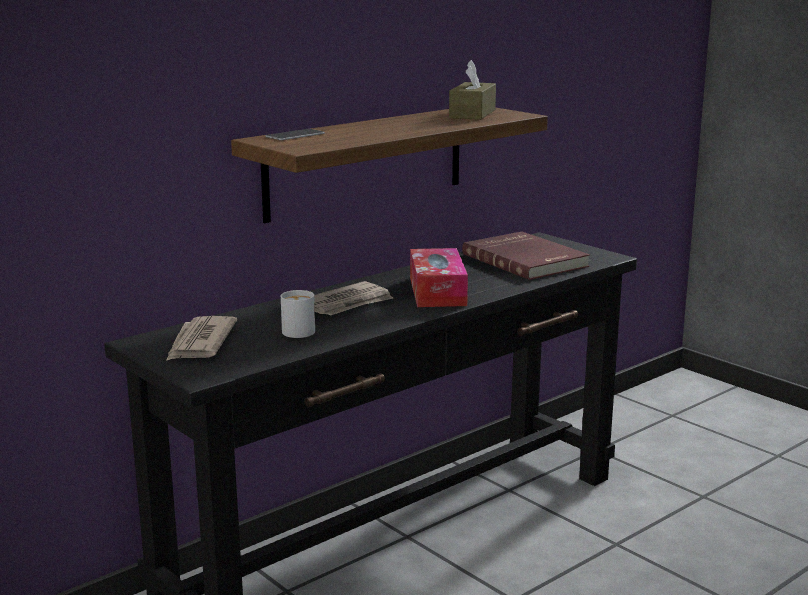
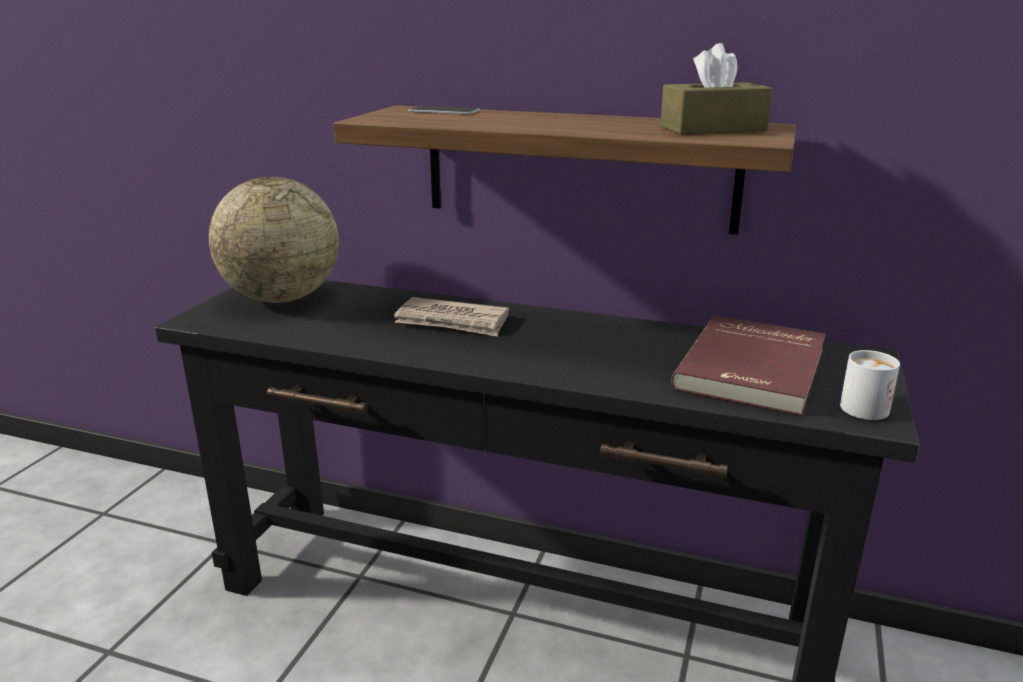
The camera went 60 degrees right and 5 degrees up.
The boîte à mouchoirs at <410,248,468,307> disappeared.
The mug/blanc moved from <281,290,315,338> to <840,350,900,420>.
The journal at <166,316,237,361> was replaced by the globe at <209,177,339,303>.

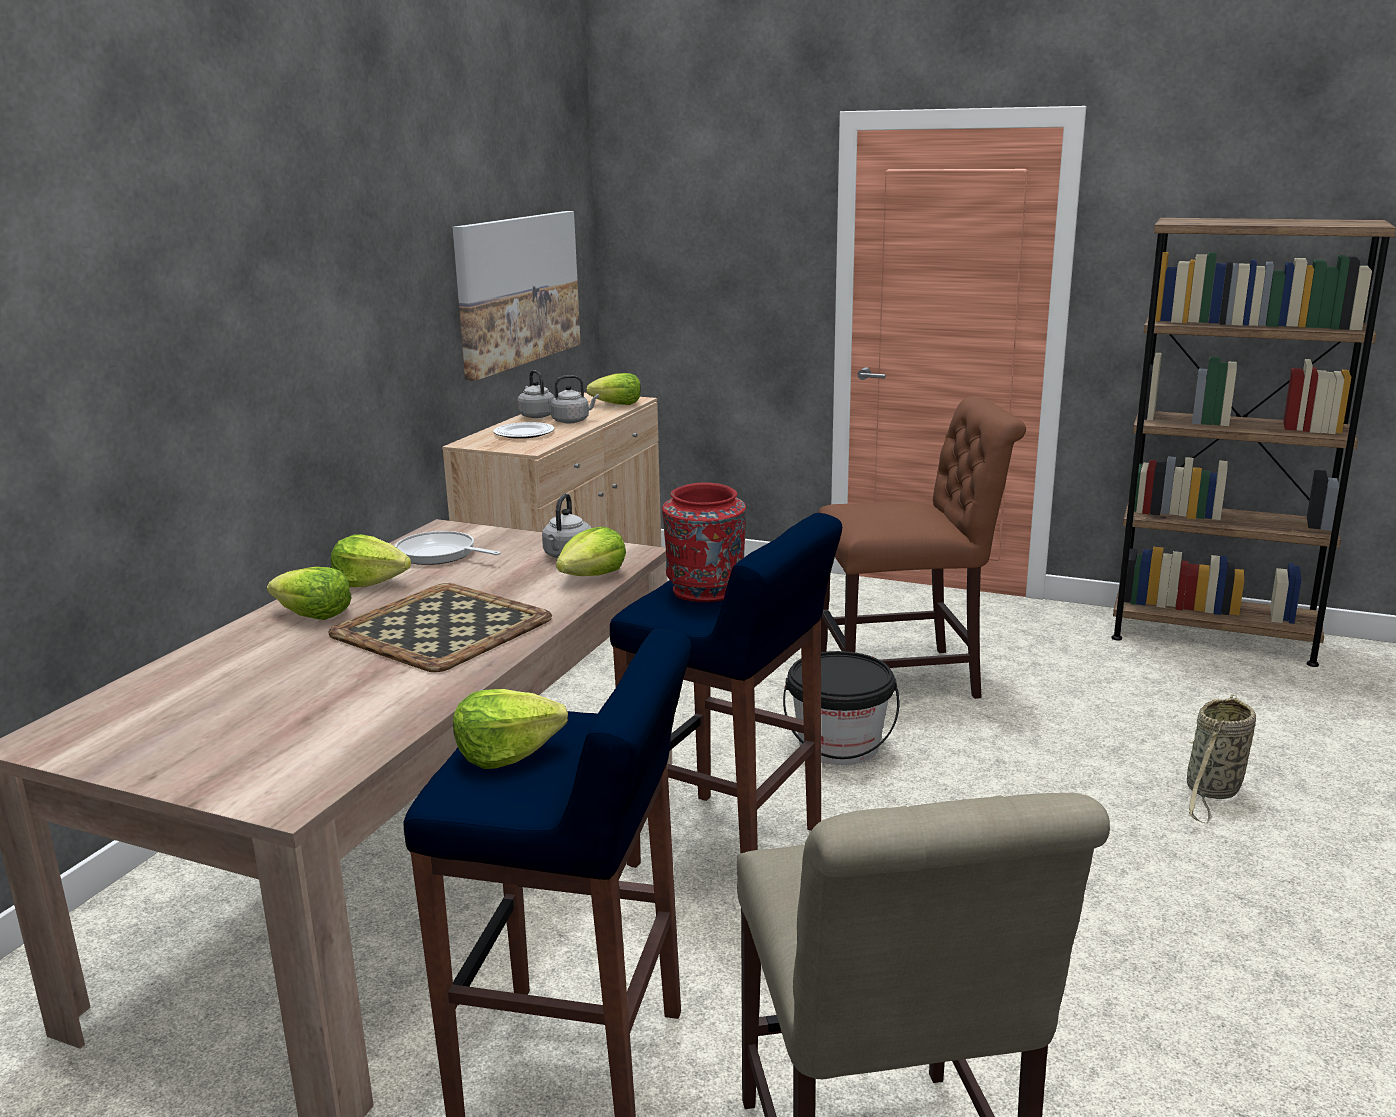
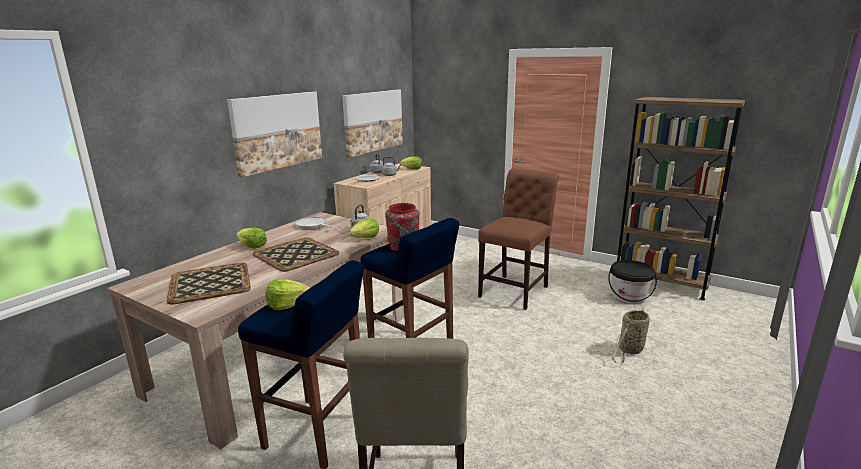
The camera went 10 degrees right and 0 degrees up.
The chaise/marron at <819,396,1026,699> turned 60 degrees counterclockwise.
The laitue at <331,534,411,587> disappeared.
The seau/noir moved from <783,651,899,765> to <609,260,657,304>.
The tableau at <227,92,322,177> appeared.
The plateau at <167,263,251,305> appeared.

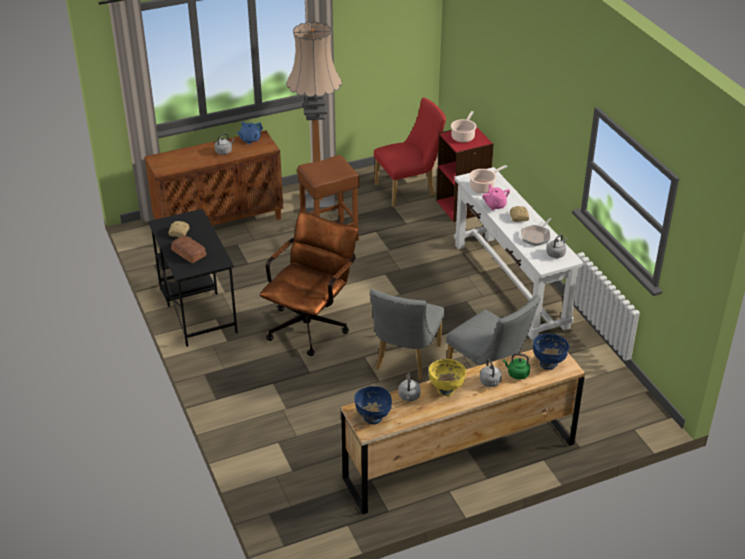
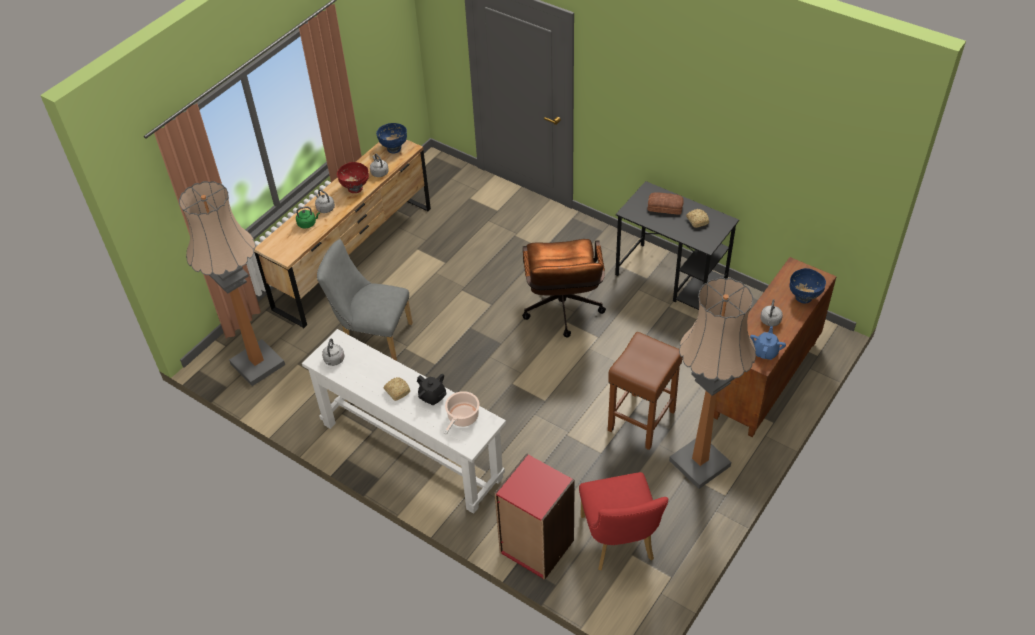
The camera went 150 degrees right and 10 degrees up.
The chaise/rouge at <374,97,446,207> turned 45 degrees counterclockwise.
The marmite at <451,111,476,143> disappeared.
The théière/rose at <482,184,510,210> became the théière/noir at <417,374,447,405>.
The poêle at <521,218,551,246> disappeared.
The chaise/gris at <370,289,445,380> disappeared.
The bol/bleu moved from <533,333,569,370> to <789,268,826,303>.
The bol/jaune at <429,359,466,396> became the bol/rouge at <337,162,369,193>.
The lampadaire at <179,181,285,386> appeared.

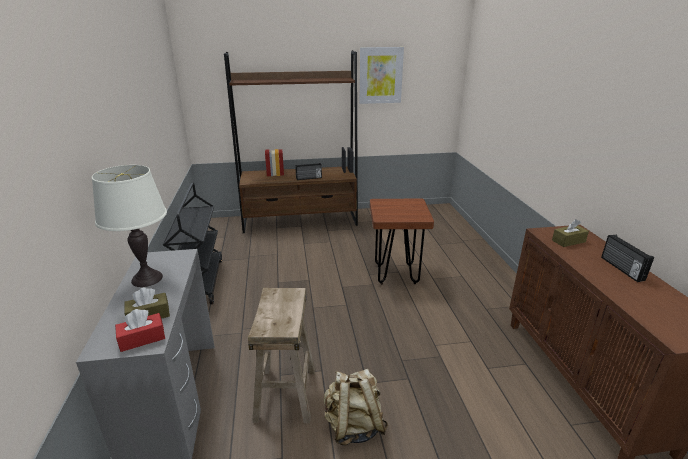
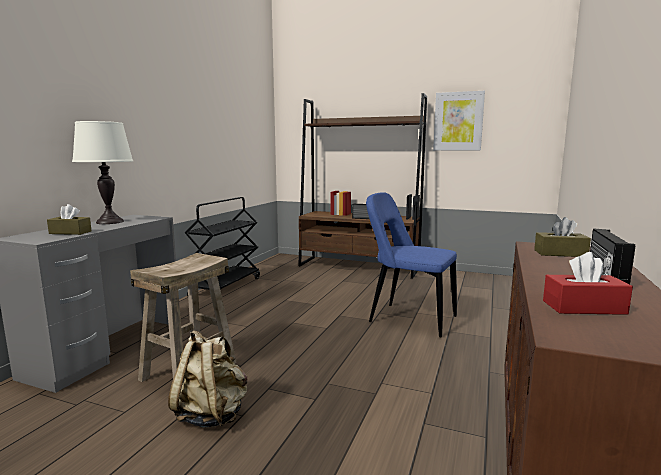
The camera went 30 degrees right and 15 degrees down.
The tabouret/marron at <370,199,434,285> was replaced by the chaise/bleu at <366,192,457,337>.
The boîte à mouchoirs/rouge moved from <115,309,165,352> to <543,252,633,315>.

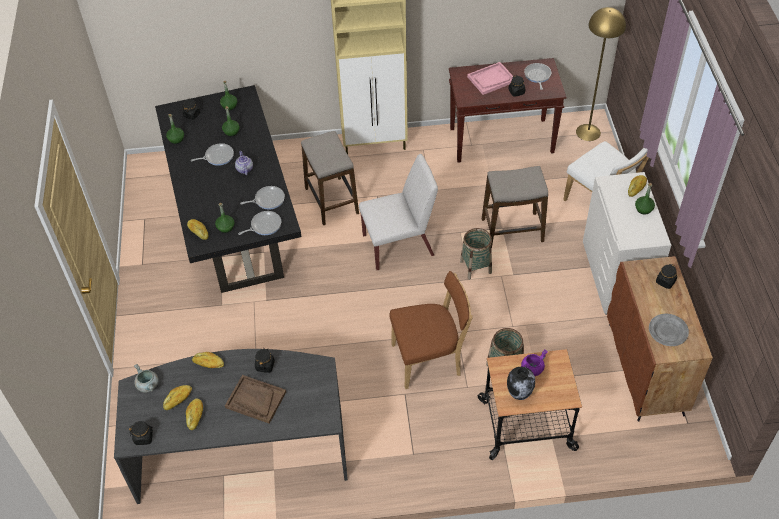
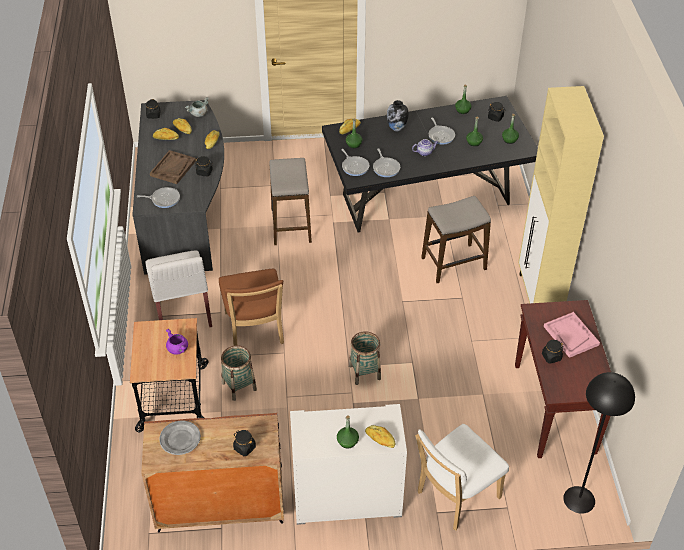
The camera went 90 degrees right and 5 degrees down.
The lampadaire/jaune at <576,7,626,141> became the lampadaire/noir at <563,372,635,514>.
The poêle moved from <524,63,551,90> to <137,187,180,208>.
The chaise/blanc moved from <359,154,438,270> to <145,250,212,327>.
The tabouret moved from <482,166,548,248> to <269,158,312,245>.
The vase moved from <507,367,535,400> to <387,100,408,132>.

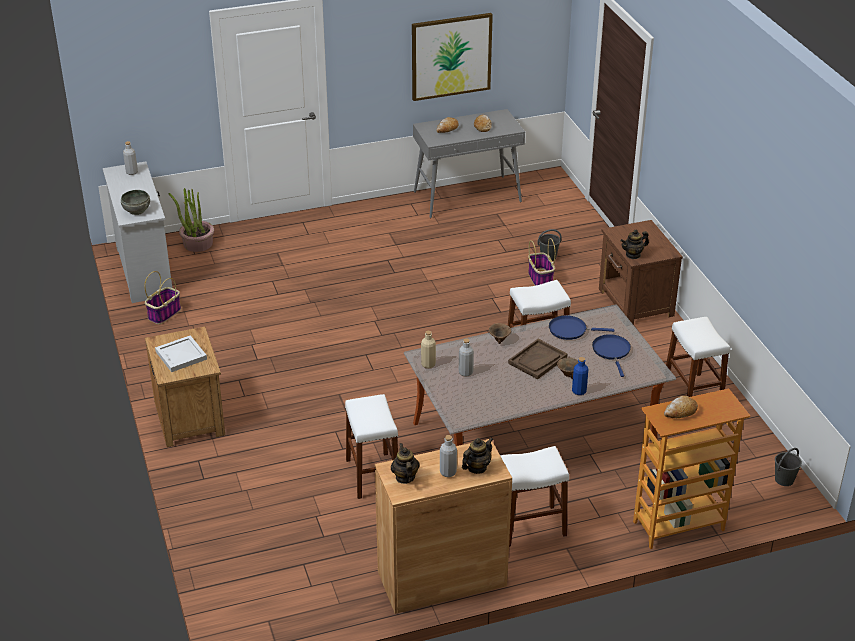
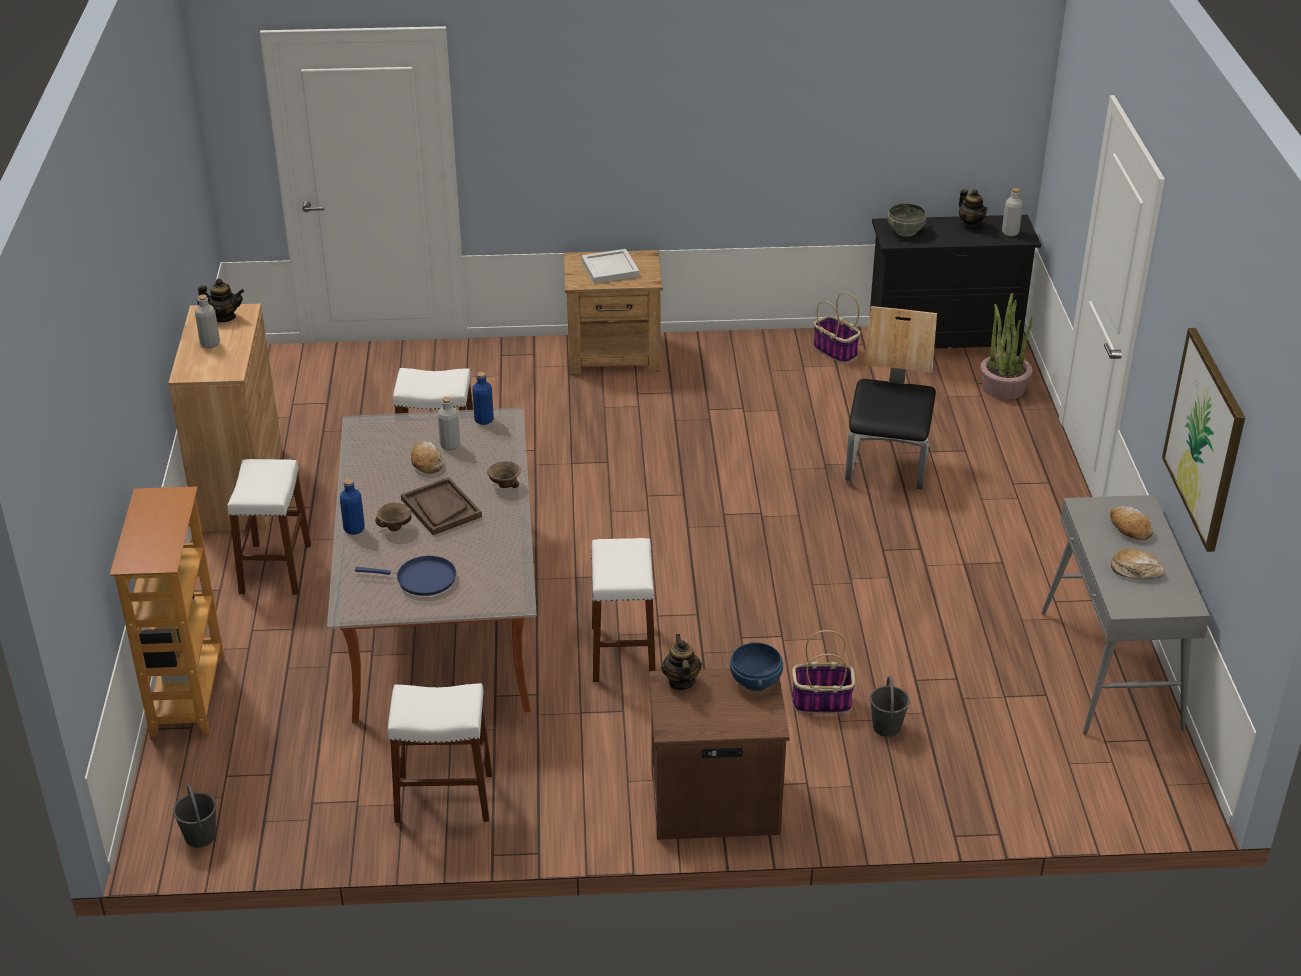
The camera went 105 degrees right and 0 degrees up.
The commode/blanc at <103,161,172,303> became the commode/noir at <869,215,1041,356>.
The poêle/bleu at <549,315,614,340> disappeared.
The bouteille/beige at <421,331,436,368> became the bouteille/bleu at <472,372,494,425>.
The pain moved from <664,396,698,418> to <411,441,444,474>.
The théière moved from <462,438,493,474> to <959,189,987,229>.
The chaise at <845,306,937,490> appeared.
The bol/bleu at <730,642,783,691> appeared.

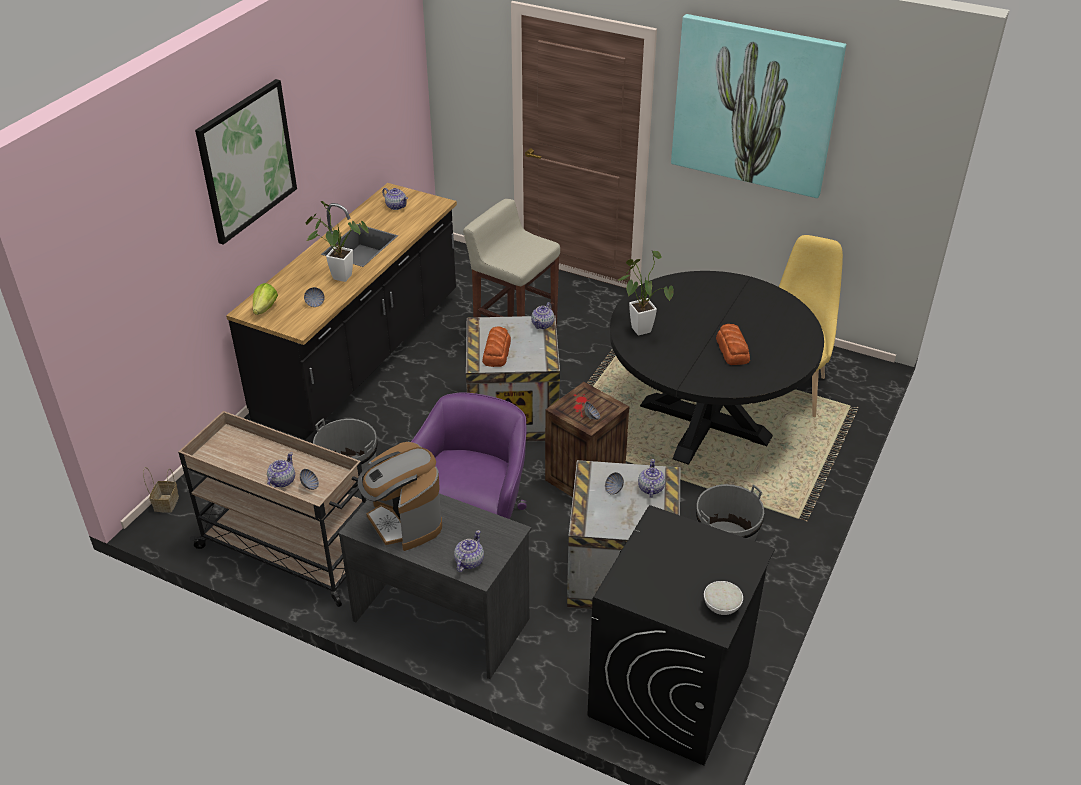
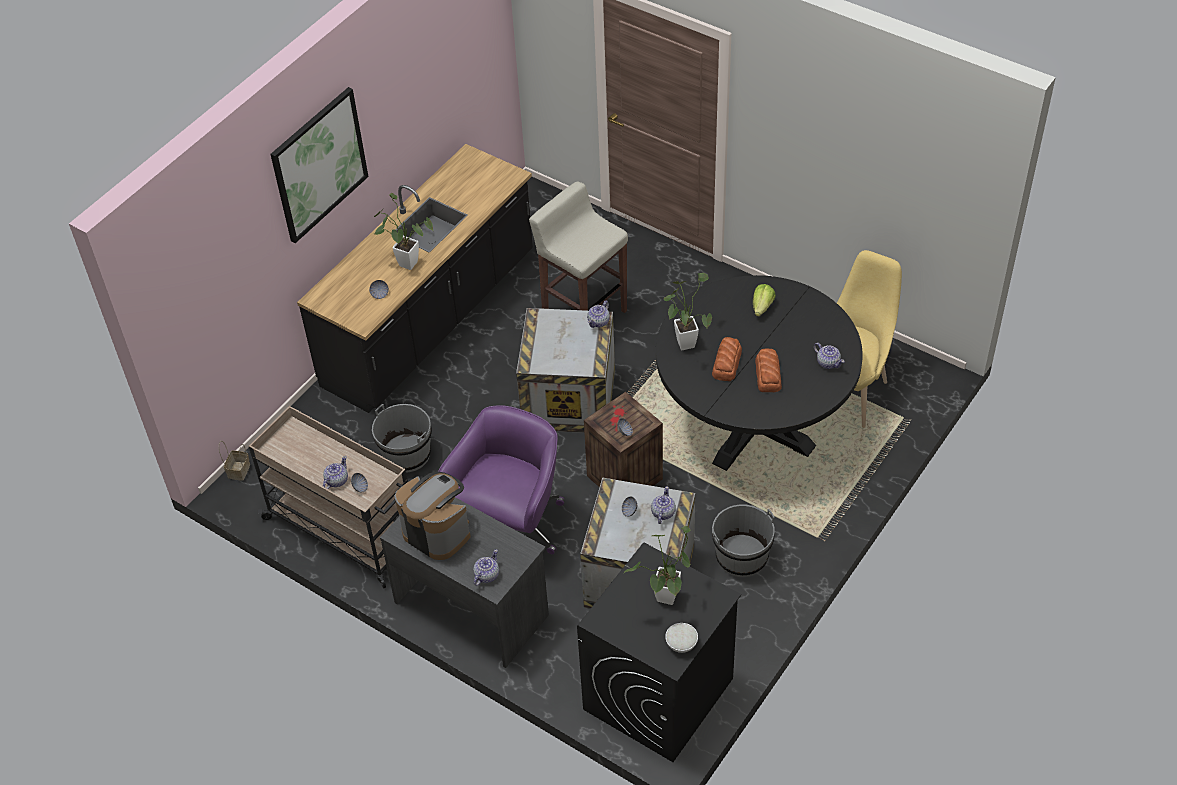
The camera went 10 degrees right and 10 degrees up.
The tableau at <671,14,846,198> disappeared.
The théière moved from <382,188,408,210> to <814,343,845,369>.
The laitue moved from <253,283,278,315> to <753,284,776,317>.
The pain moved from <482,326,511,367> to <712,337,742,381>.
The machine à café at <358,442,442,551> turned 150 degrees clockwise.
The plante en pot at <623,526,690,605> appeared.

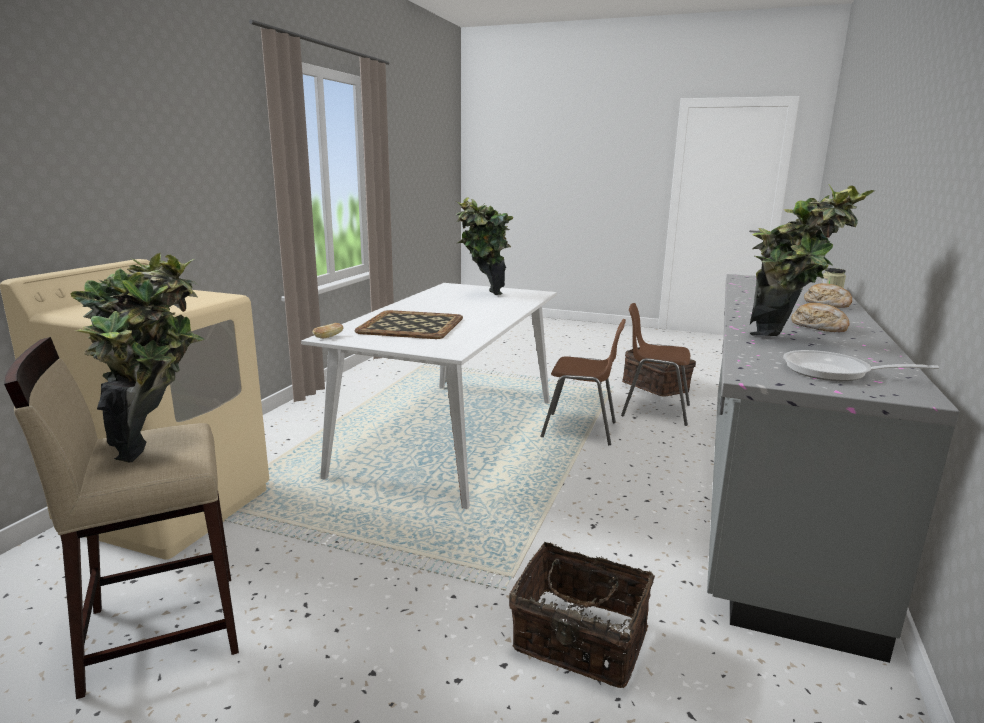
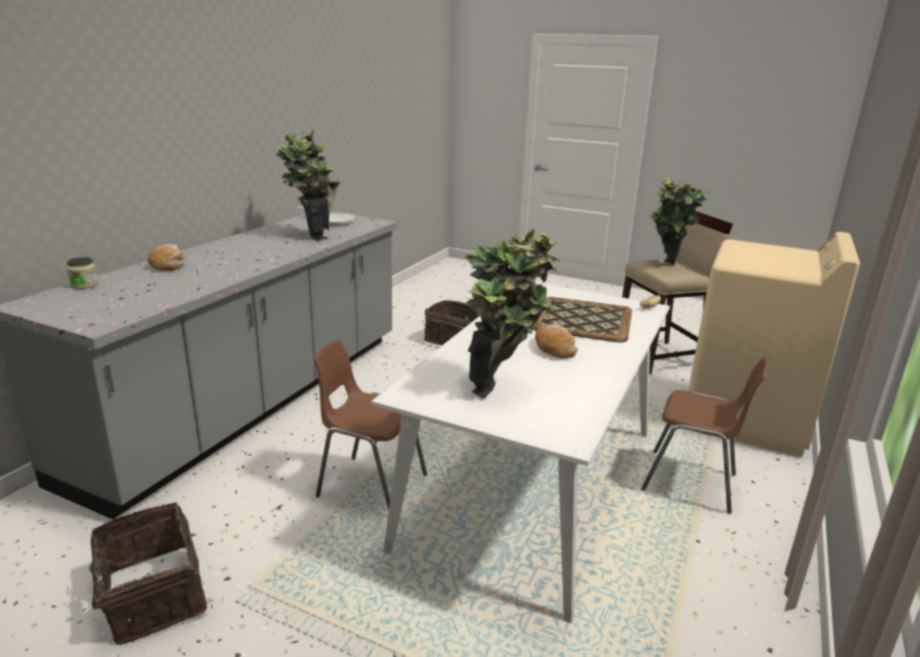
The camera went 175 degrees left and 5 degrees up.
The chaise/marron moved from <621,303,690,426> to <641,358,768,514>.
The pain moved from <791,303,850,332> to <535,324,578,359>.

